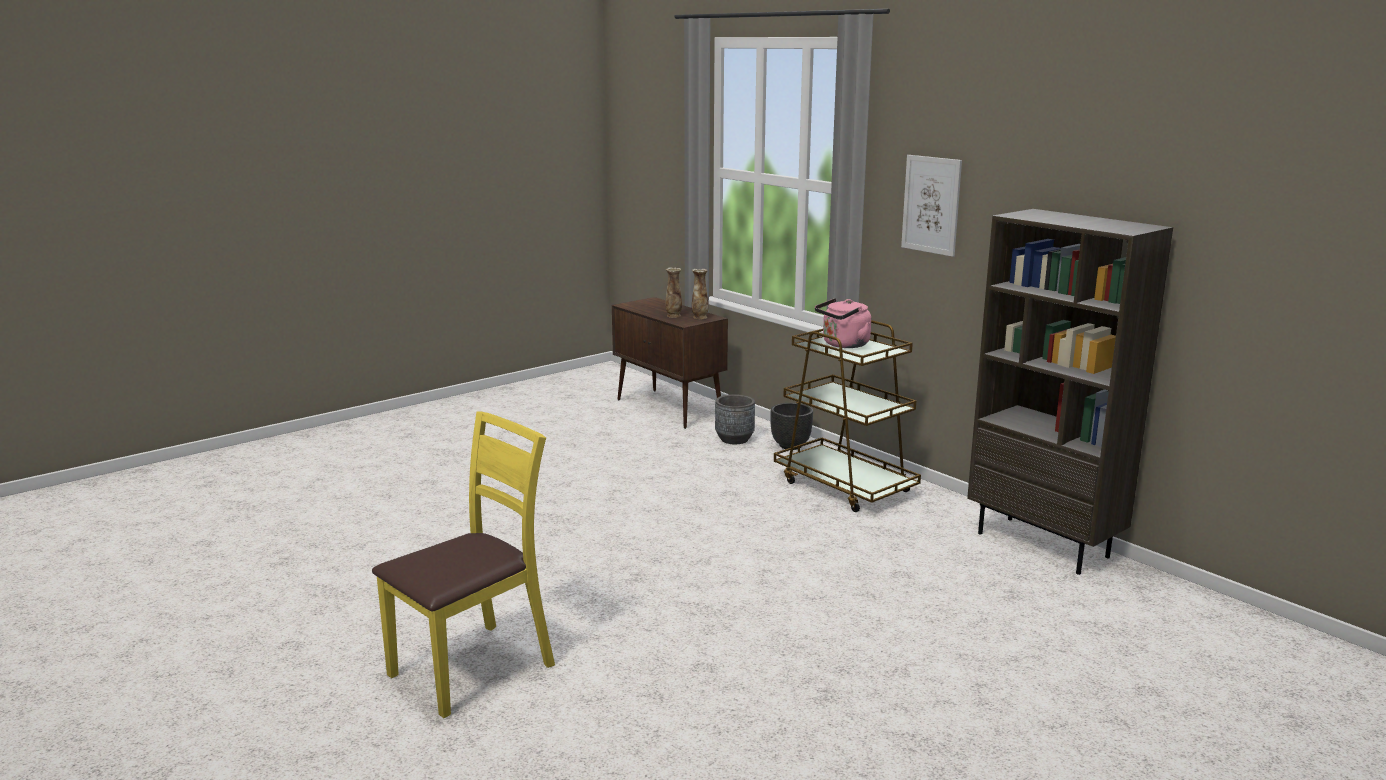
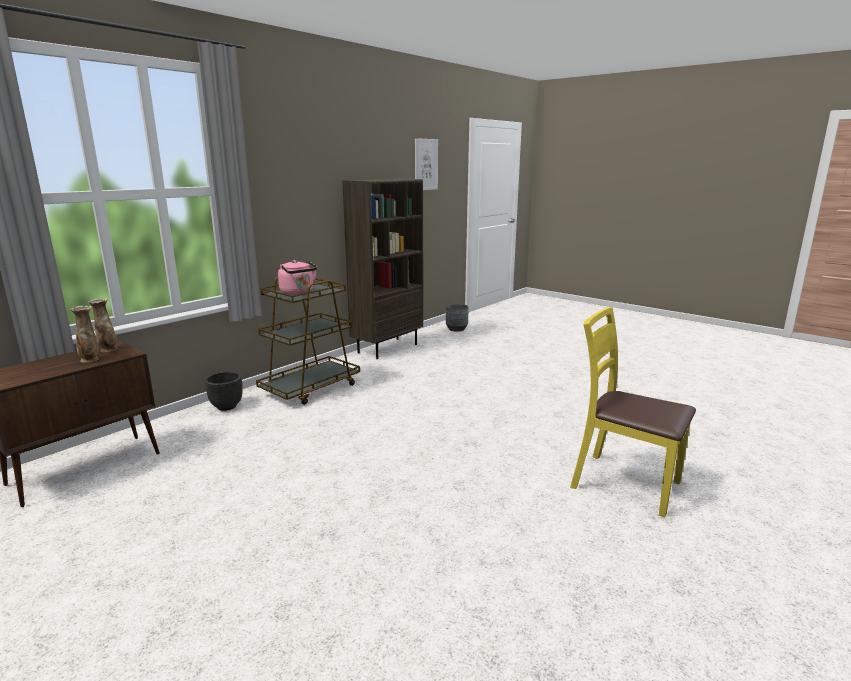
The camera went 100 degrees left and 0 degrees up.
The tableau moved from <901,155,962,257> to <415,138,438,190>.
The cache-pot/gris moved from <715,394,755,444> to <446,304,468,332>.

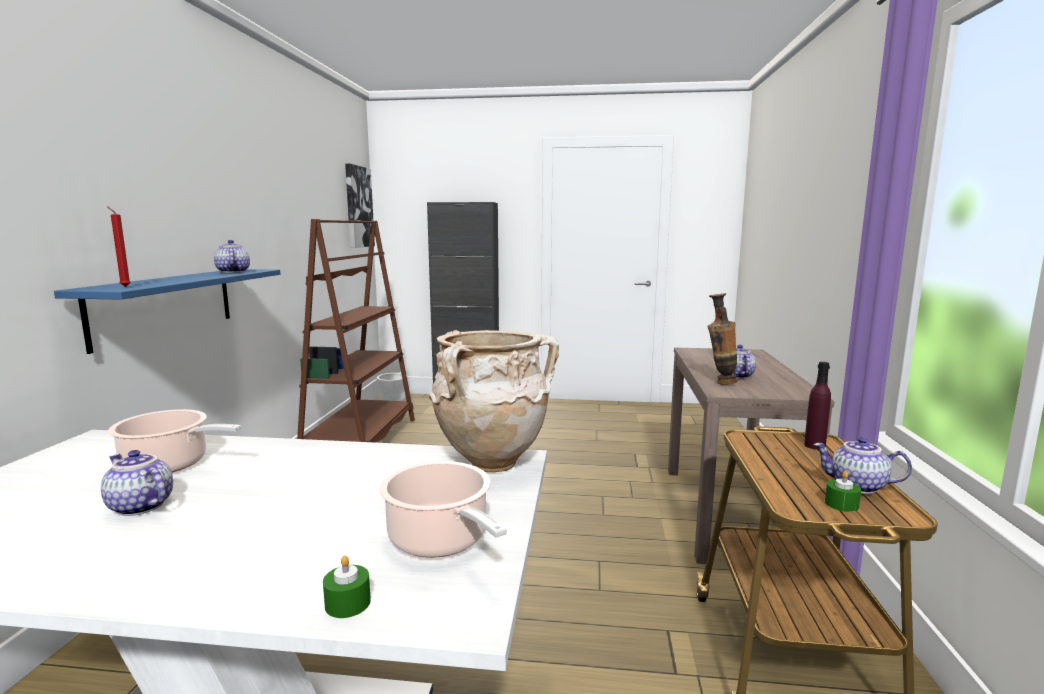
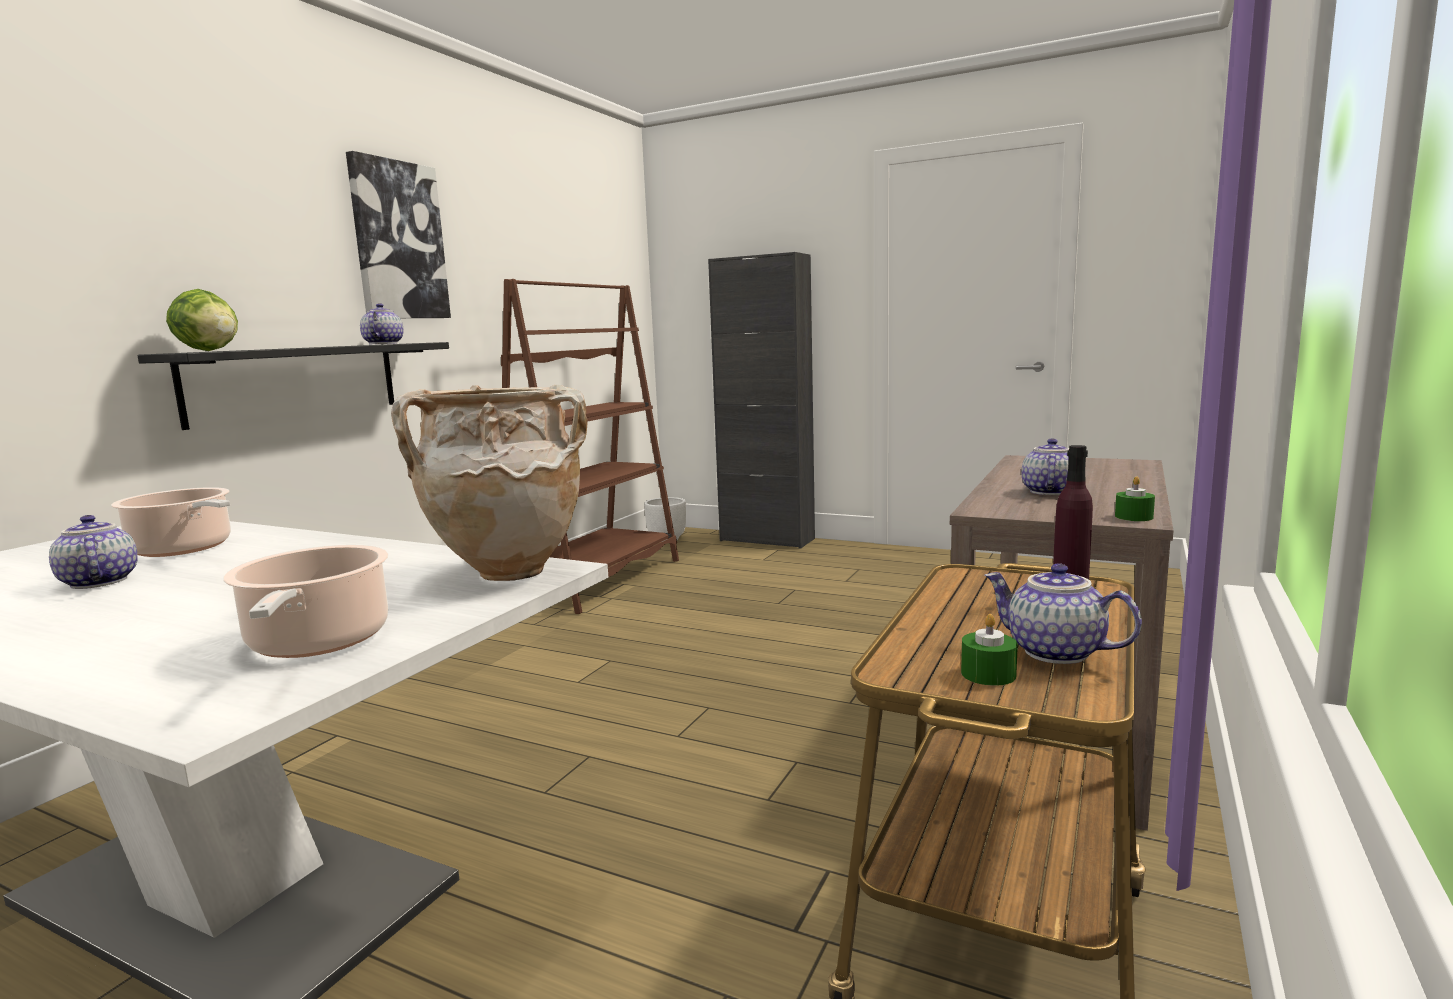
The camera went 20 degrees right and 0 degrees up.
The tableau moved from <345,164,375,248> to <346,151,451,318>.
The bougie/rouge at <107,206,131,287> was replaced by the laitue at <166,289,238,351>.
The étagère/bleu at <54,269,281,354> became the étagère/noir at <137,342,449,430>.
The vase at <707,293,738,385> disappeared.
The bougie/vert moved from <323,556,371,618> to <1115,476,1155,521>.

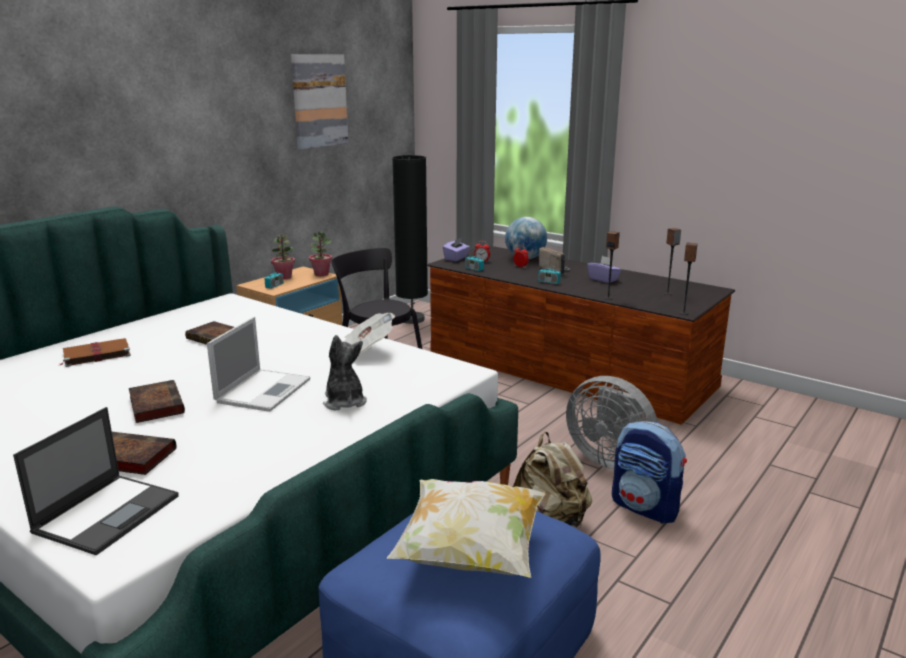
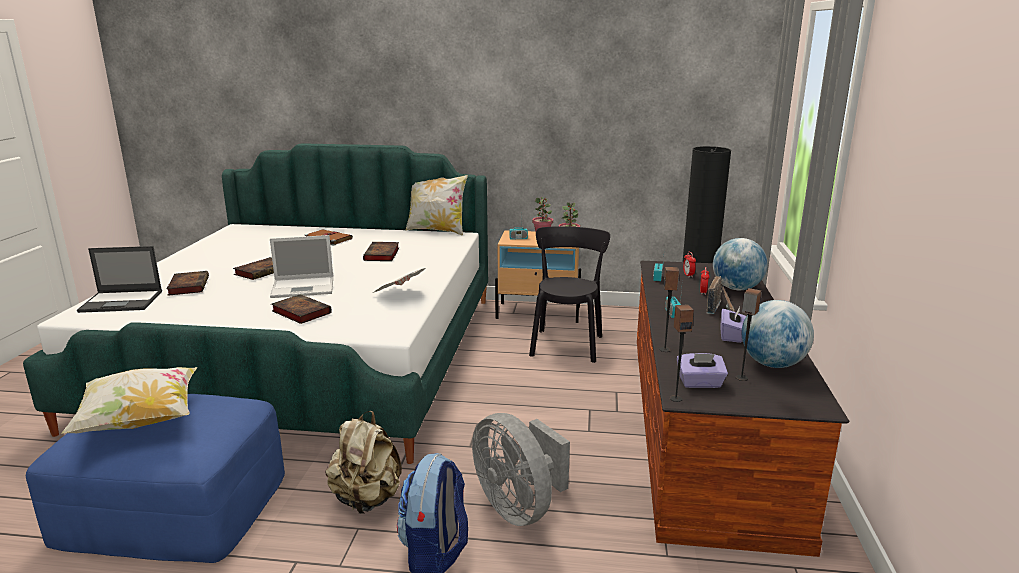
The camera went 60 degrees right and 0 degrees up.
The tableau at <291,55,348,149> disappeared.
The boîte à mouchoirs/violet moved from <443,238,470,261> to <677,353,728,388>.
The peluche at <323,335,367,411> was replaced by the livre at <271,294,332,324>.
The ventilateur/gris at <566,376,657,469> turned 45 degrees counterclockwise.
The coussin at <405,175,468,235> appeared.
The globe at <742,300,814,368> appeared.

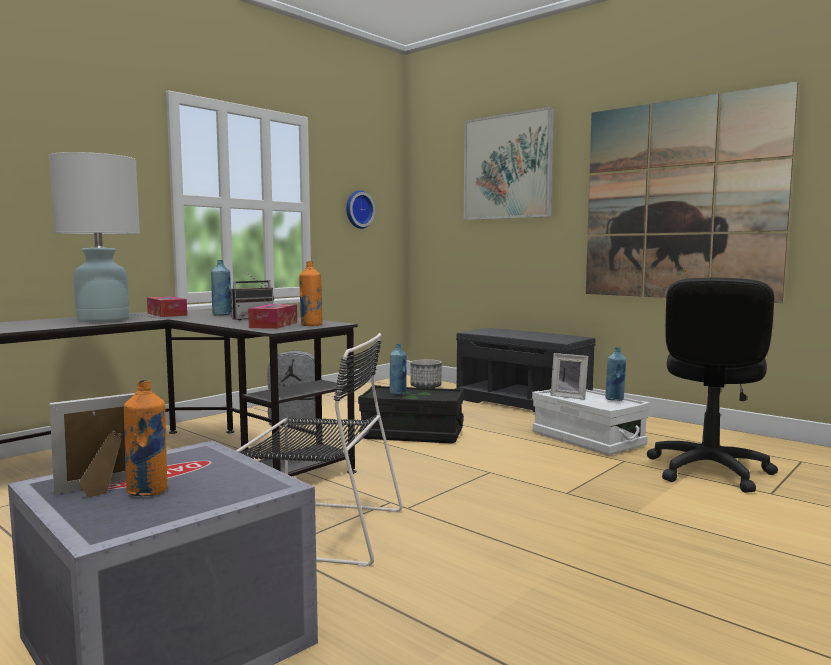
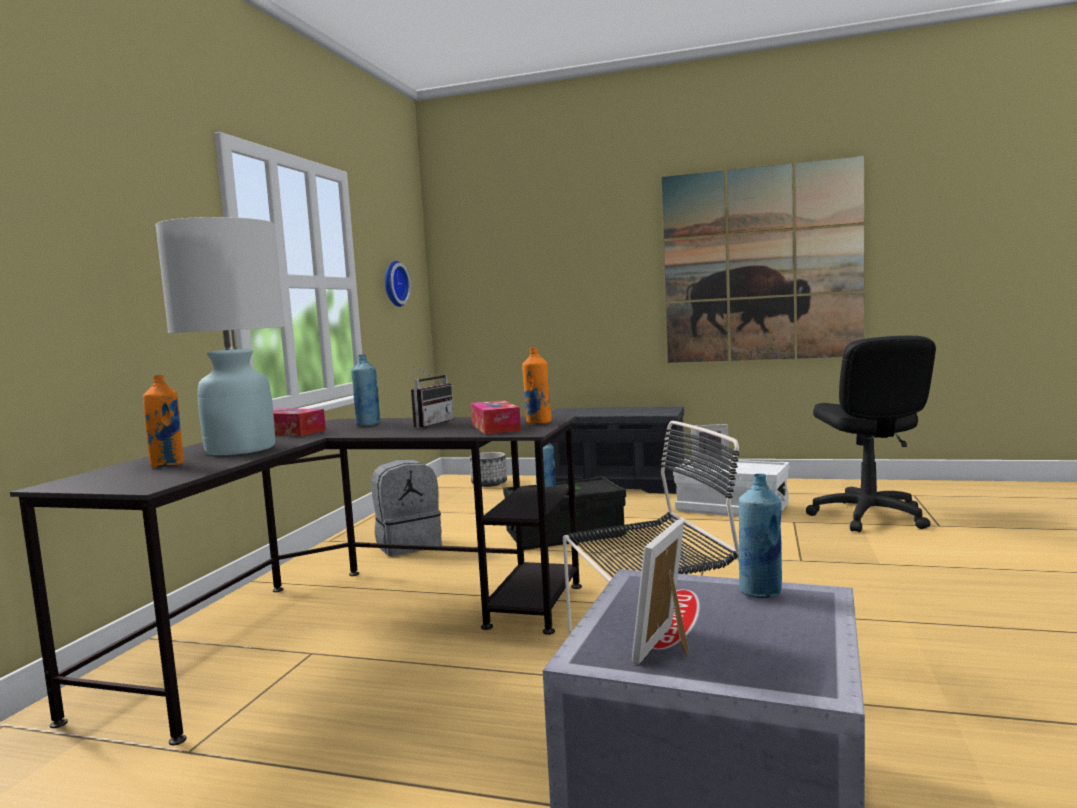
The camera went 25 degrees left and 0 degrees up.
The tableau at <464,107,554,220> disappeared.
The bouteille/bleu moved from <605,347,626,401> to <739,474,782,598>.
The bouteille/orange moved from <124,379,167,496> to <143,375,184,468>.

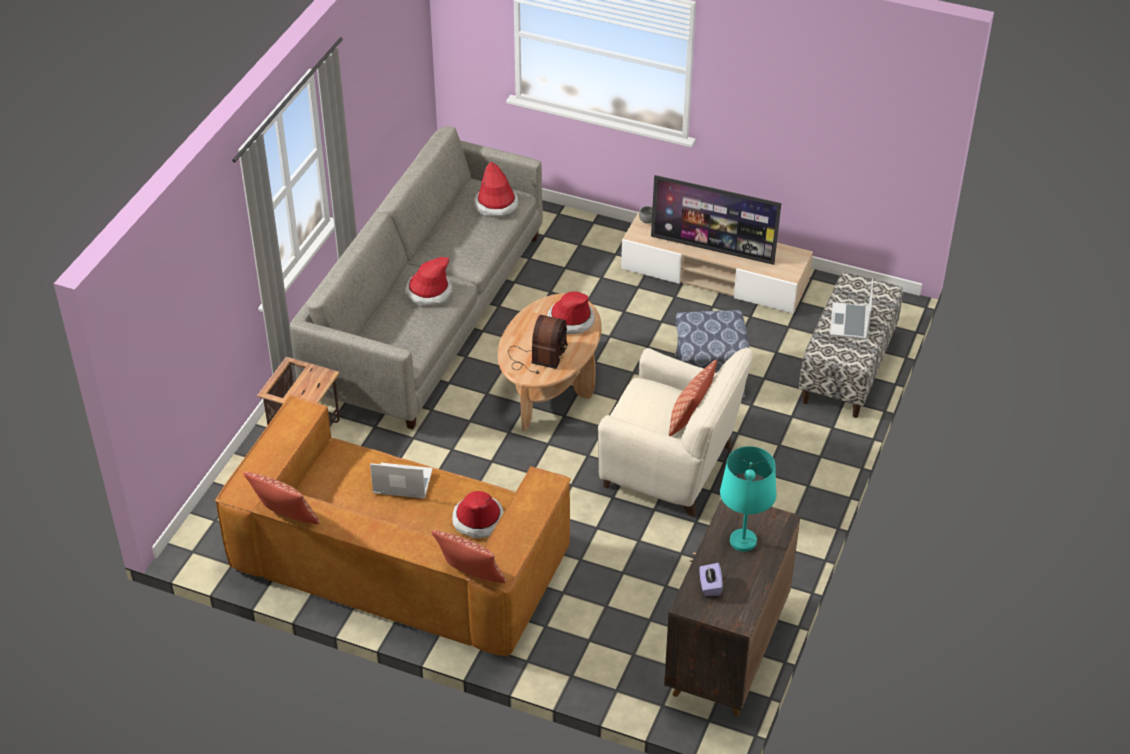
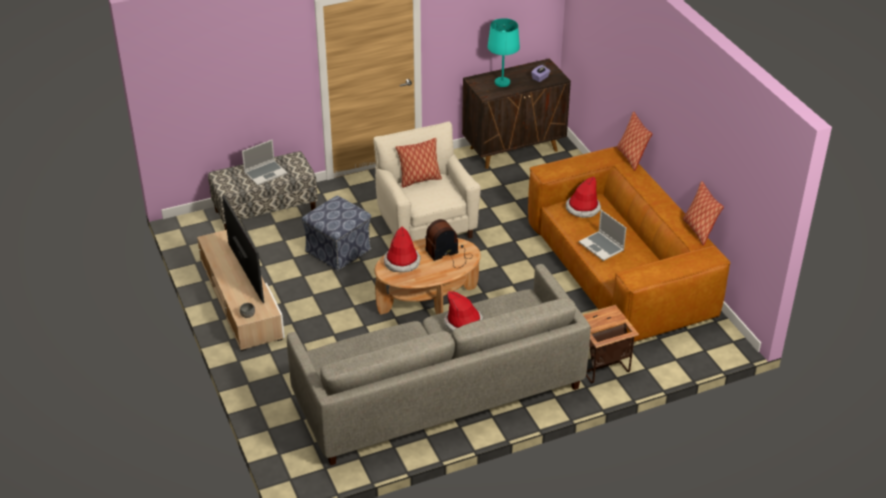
The camera went 135 degrees left and 5 degrees down.
The chapeau at <474,162,519,218> disappeared.

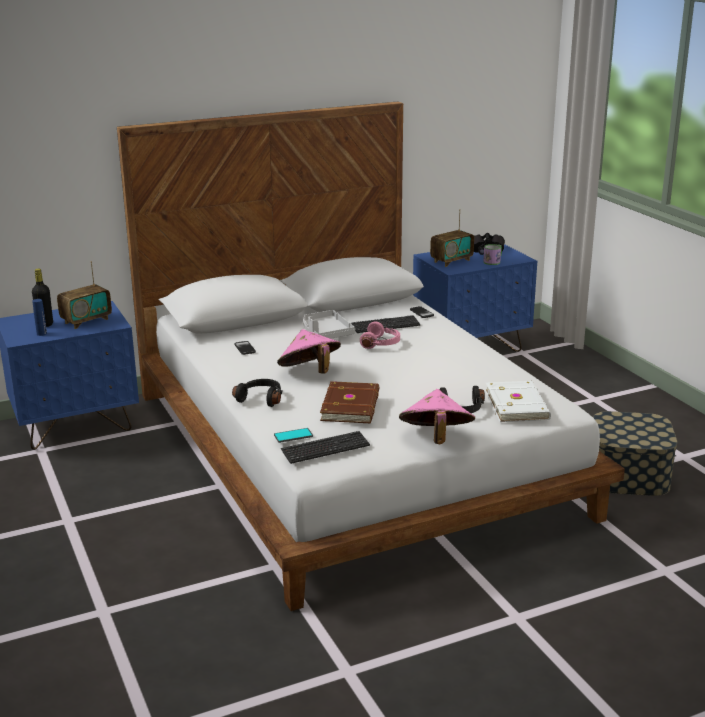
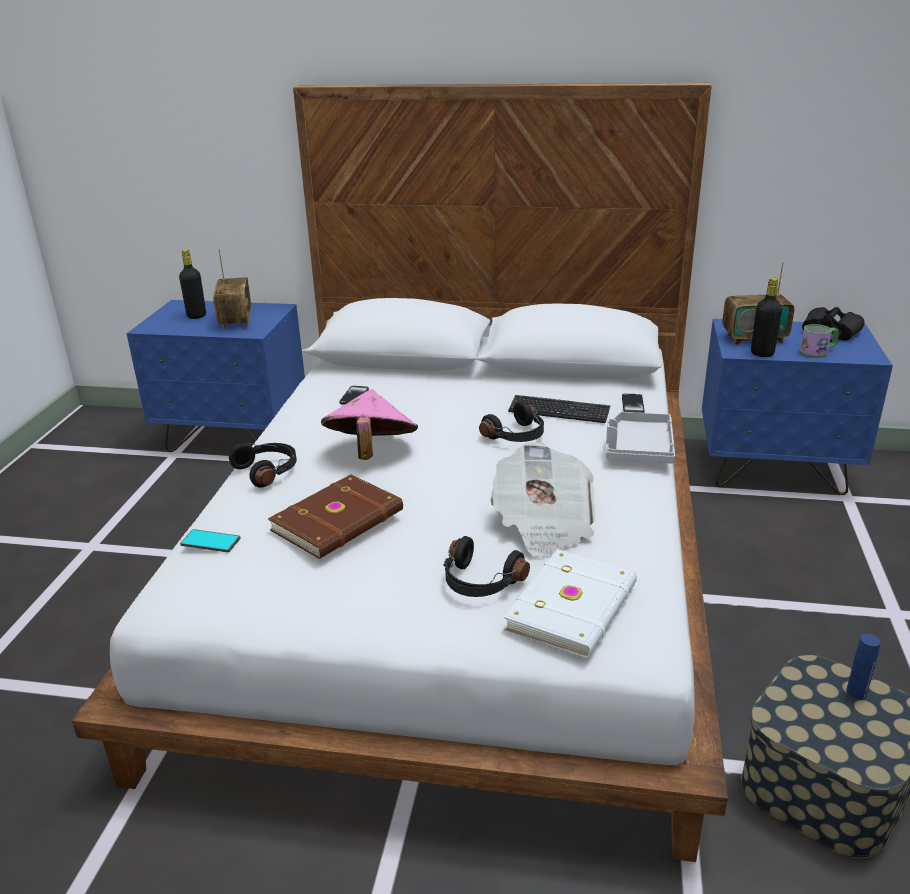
The camera went 35 degrees right and 5 degrees up.
The radio at <57,261,112,329> turned 90 degrees counterclockwise.
The bouteille/bleu moved from <32,299,47,336> to <846,634,881,700>.
The plateau/gris moved from <303,310,355,339> to <606,412,675,464>.
The casque audio/rose at <360,322,400,349> became the casque audio/noir at <479,401,544,442>.
The chapeau/rose at <399,389,475,444> disappeared.
The clavier at <281,431,370,464> disappeared.
The bouteille/noir at <751,277,782,357> appeared.
The journal at <490,442,596,558> appeared.

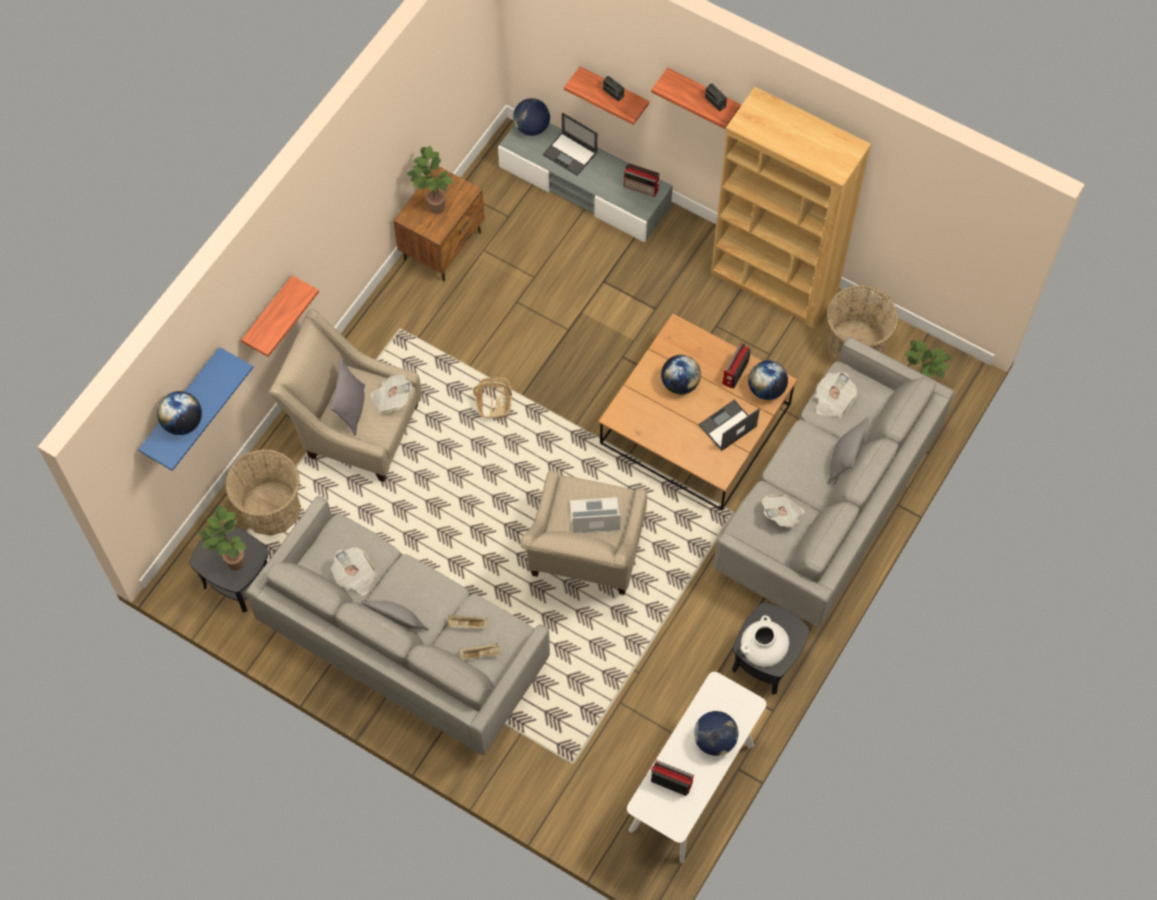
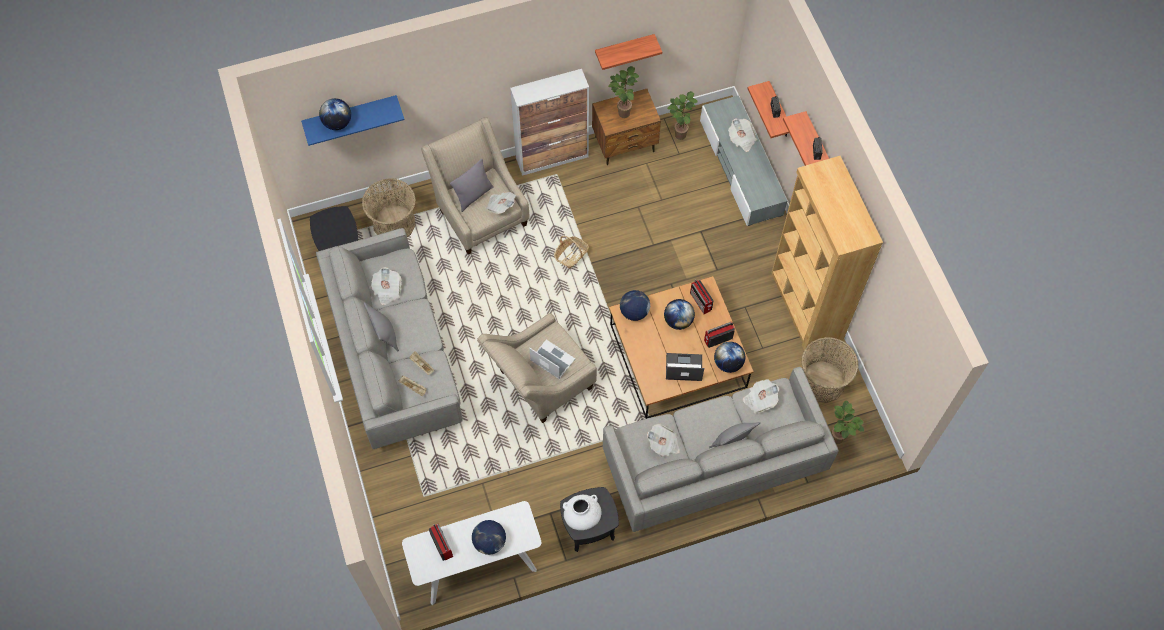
The camera went 40 degrees right and 0 degrees up.
The globe moved from <513,98,550,136> to <620,290,650,321>.
The ordinateur portable at <543,112,598,176> was replaced by the journal at <728,118,757,152>.
The radio moved from <624,163,660,197> to <690,280,714,314>.
The étagère moved from <241,275,319,357> to <595,34,662,70>.
The plante en pot moved from <199,506,246,570> to <667,91,698,140>.
The meuble de rangement at <510,69,589,176> appeared.

